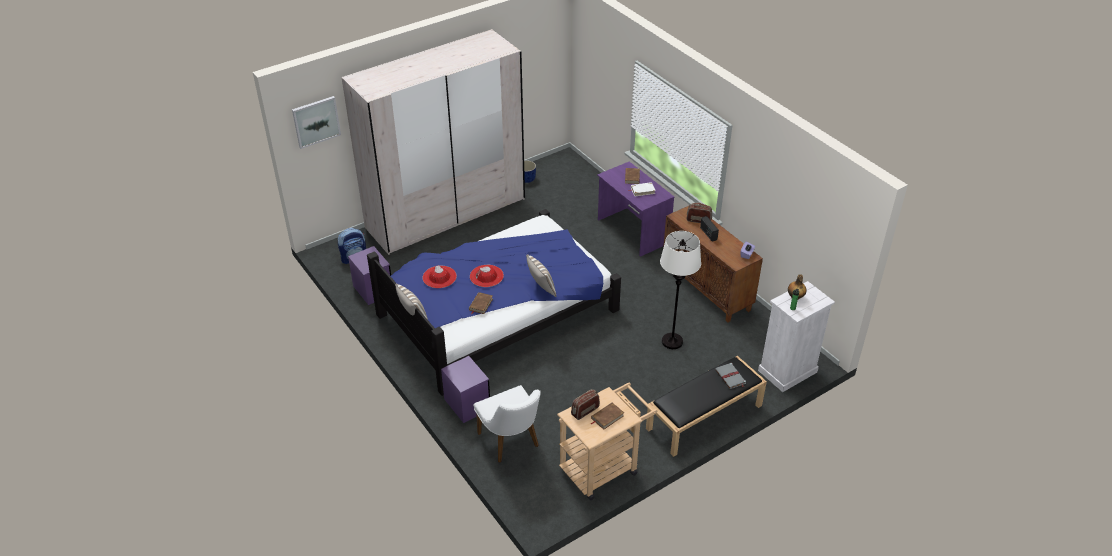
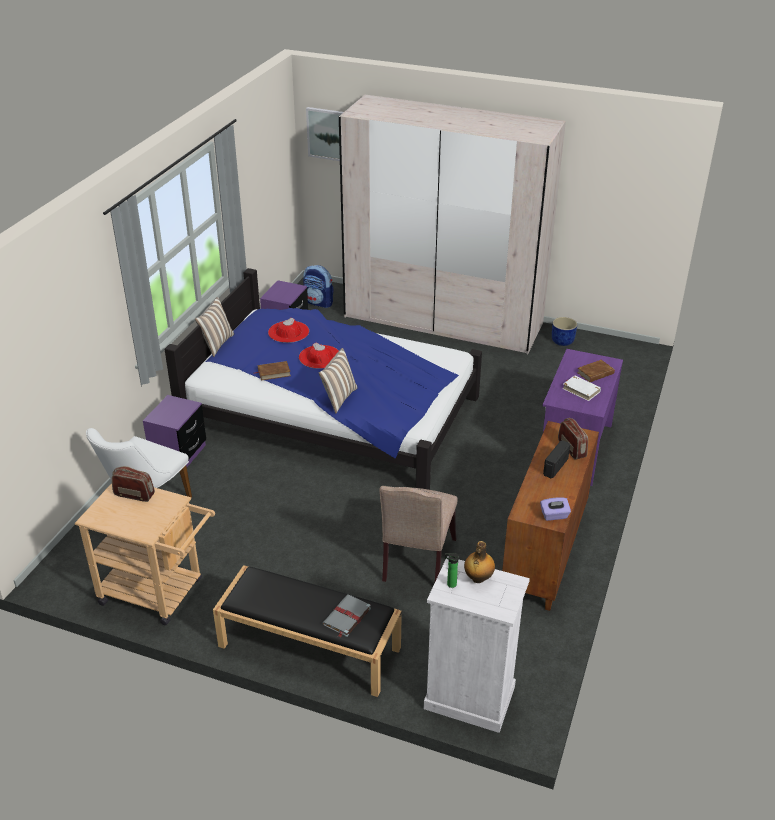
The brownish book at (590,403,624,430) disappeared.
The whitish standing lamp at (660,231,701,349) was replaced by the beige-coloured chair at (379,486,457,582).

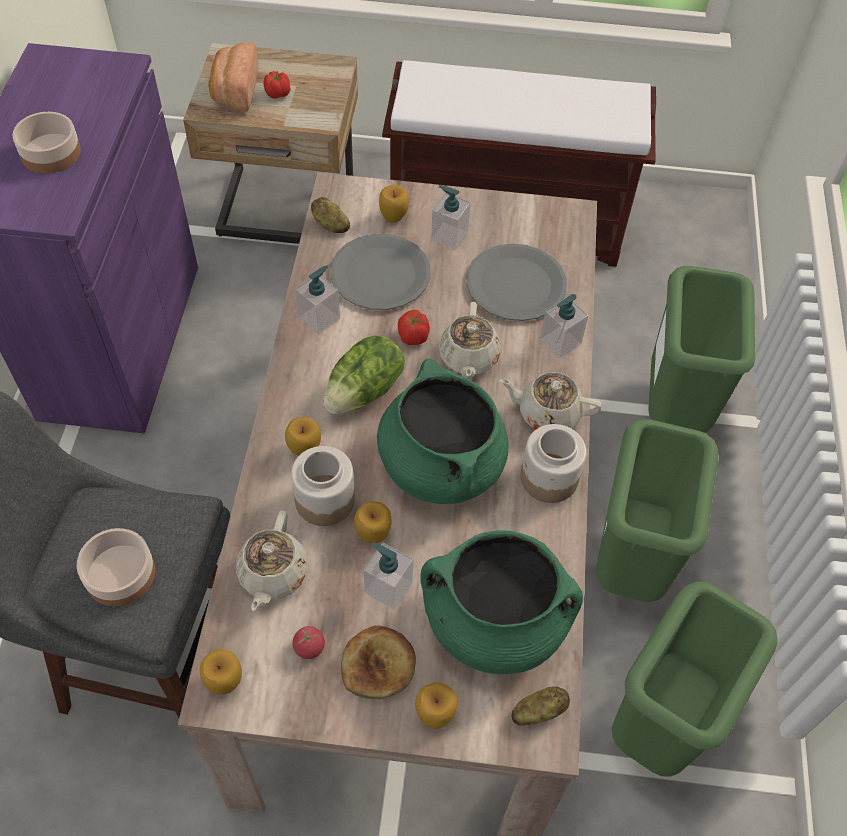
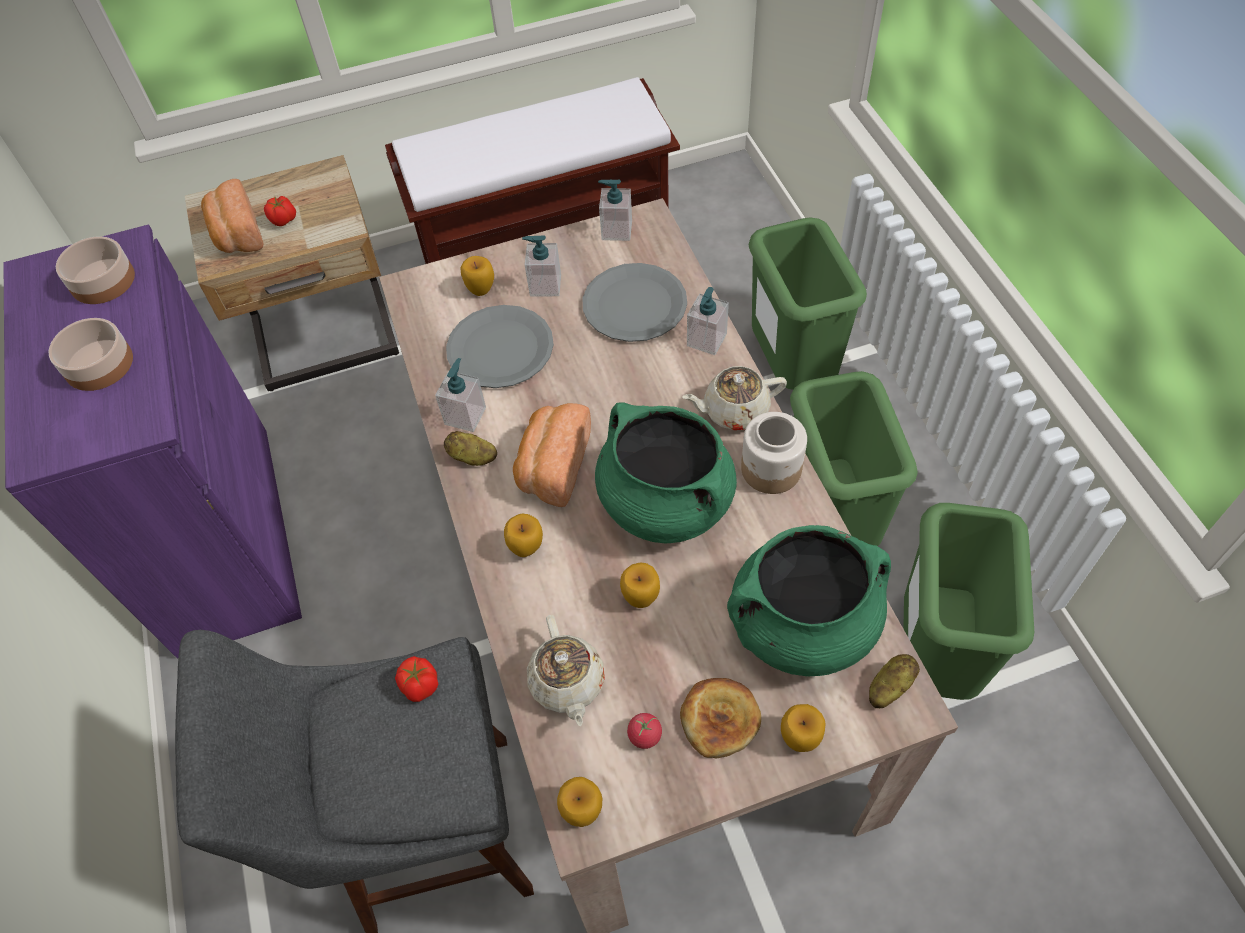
The preserve jar at (291,446,355,526) disappeared.
The beige-coloured tea pot at (439,302,501,378) disappeared.
The deep dish moved from (77,528,155,606) to (56,236,135,304).
The spud moved from (311,197,350,233) to (444,431,497,466).
The soap bottle moved from (363,543,413,610) to (598,180,632,241).
The tomato moved from (398,310,430,345) to (395,656,439,702).
The lettuce at (323,336,405,414) was replaced by the baked bread at (513,403,591,507).

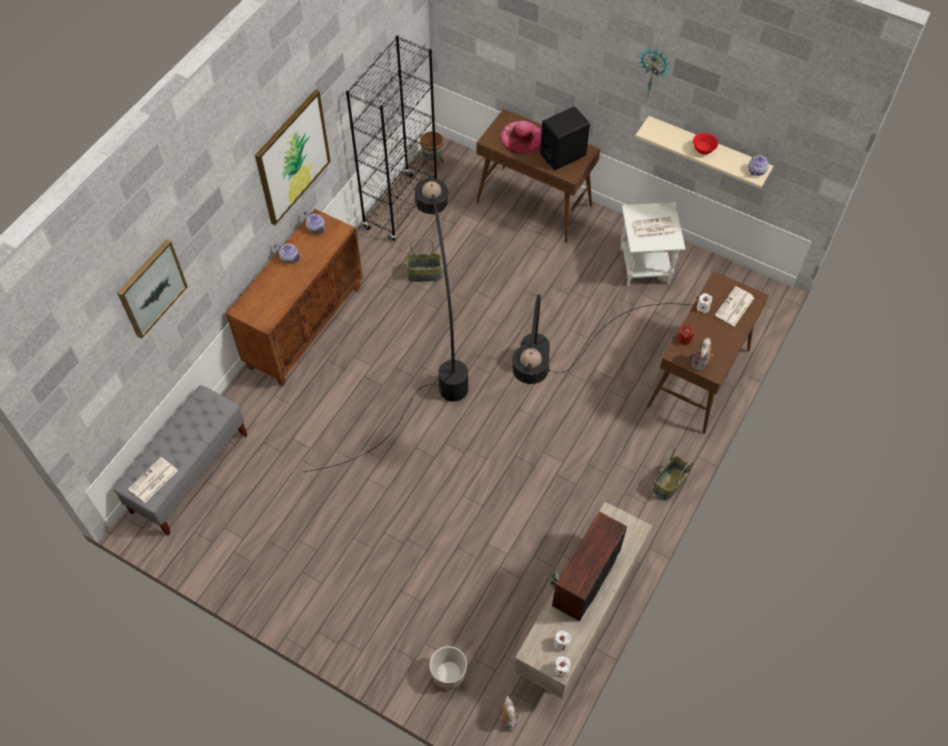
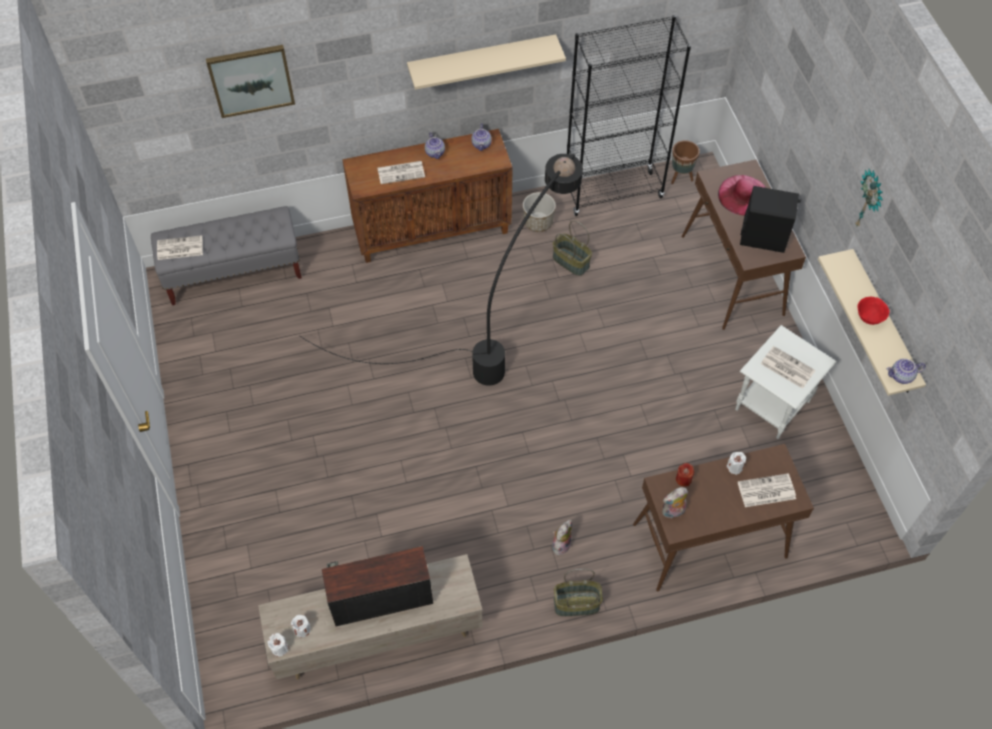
The black-coloured standing lamp at (512,294,691,384) disappeared.
The newspaper at (377,161,425,184) appeared.
The plant pot moved from (429,646,467,690) to (523,192,556,232).
The soft toy moved from (499,696,518,731) to (552,520,572,555).
The wall art at (255,89,331,225) was replaced by the beige-coloured bracket shelf at (407,34,566,90).

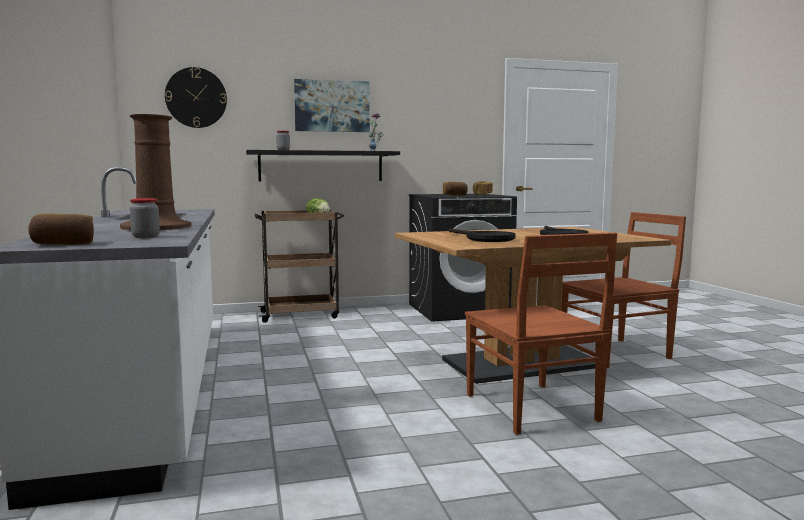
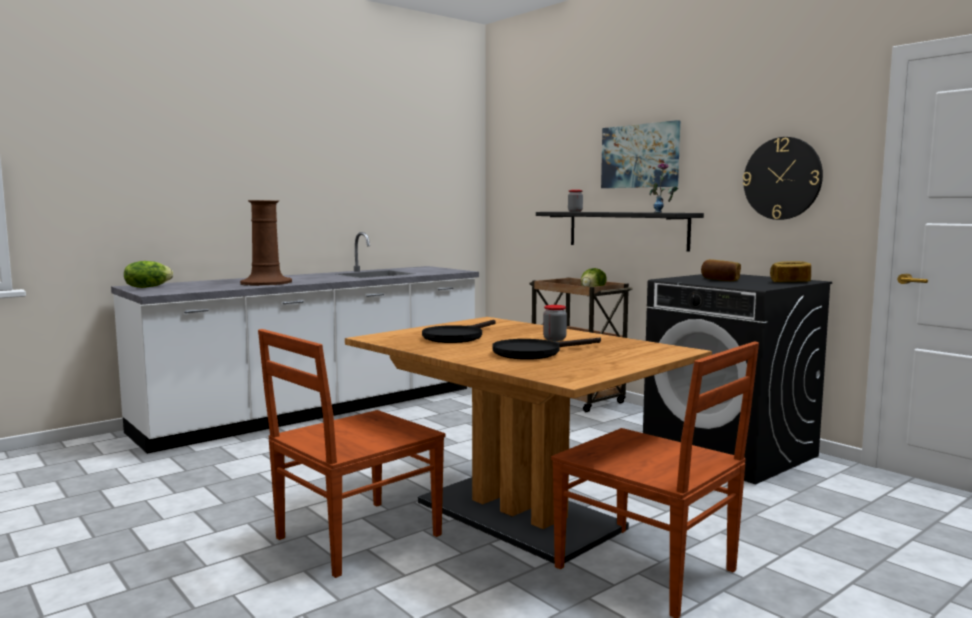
The preserve jar moved from (130,198,160,238) to (543,305,567,341).
The wall clock moved from (165,67,227,128) to (743,137,823,220).
The baked bread at (28,214,94,245) was replaced by the lettuce at (124,261,173,288).

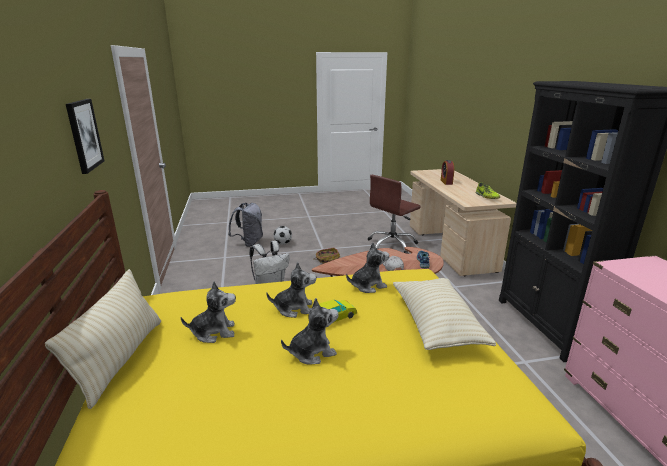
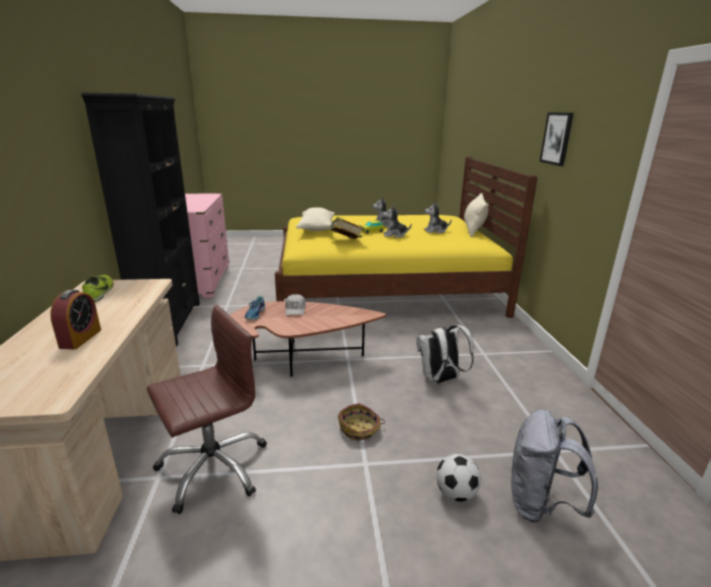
The soft toy at (346,242,389,293) was replaced by the book at (328,217,365,239).

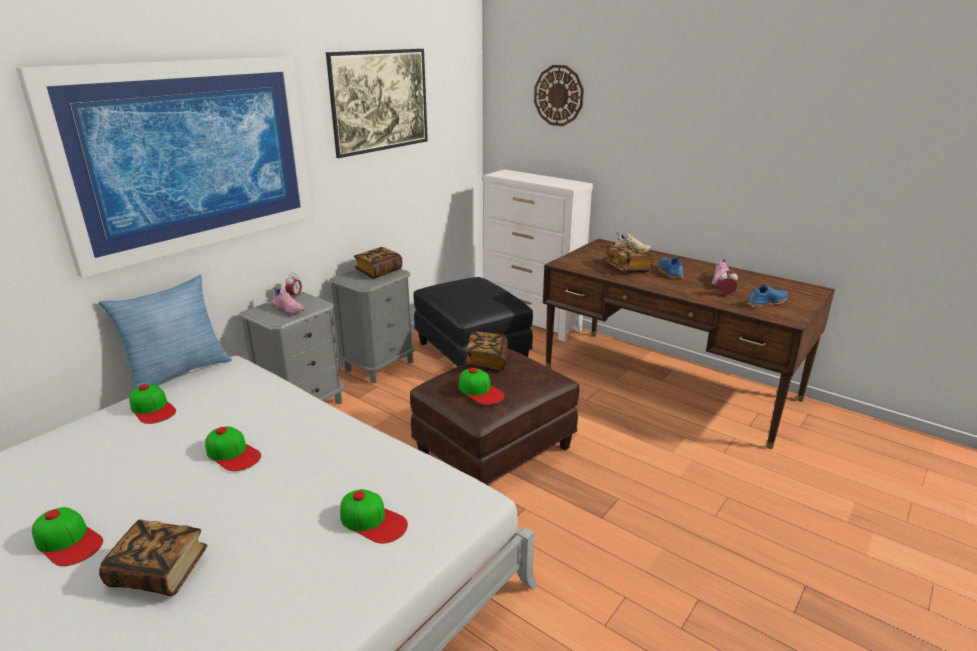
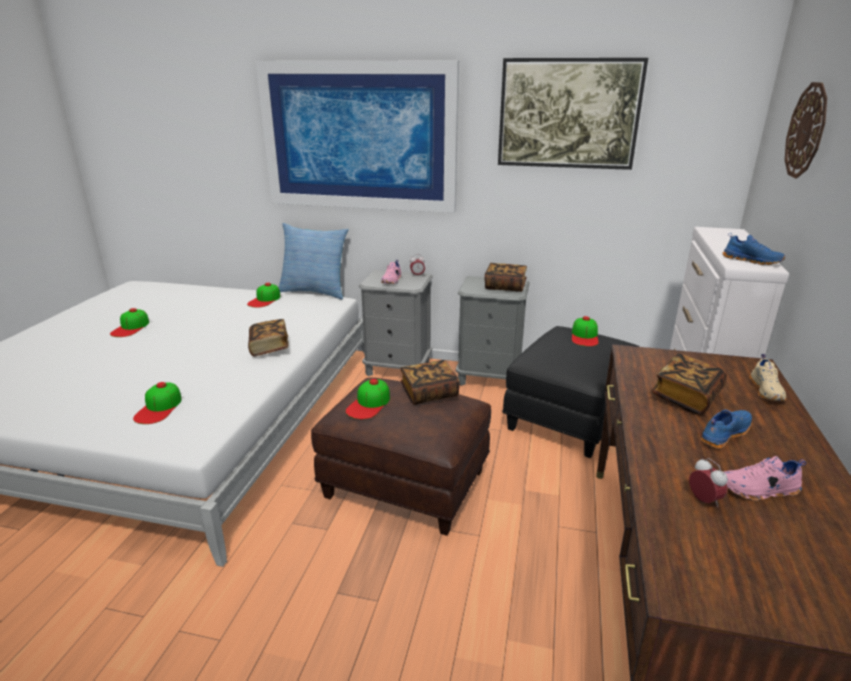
The book moved from (99,520,207,597) to (248,319,289,357).
The cap moved from (205,427,261,471) to (572,316,599,346).
The blue shoe moved from (747,284,788,308) to (723,233,786,265).

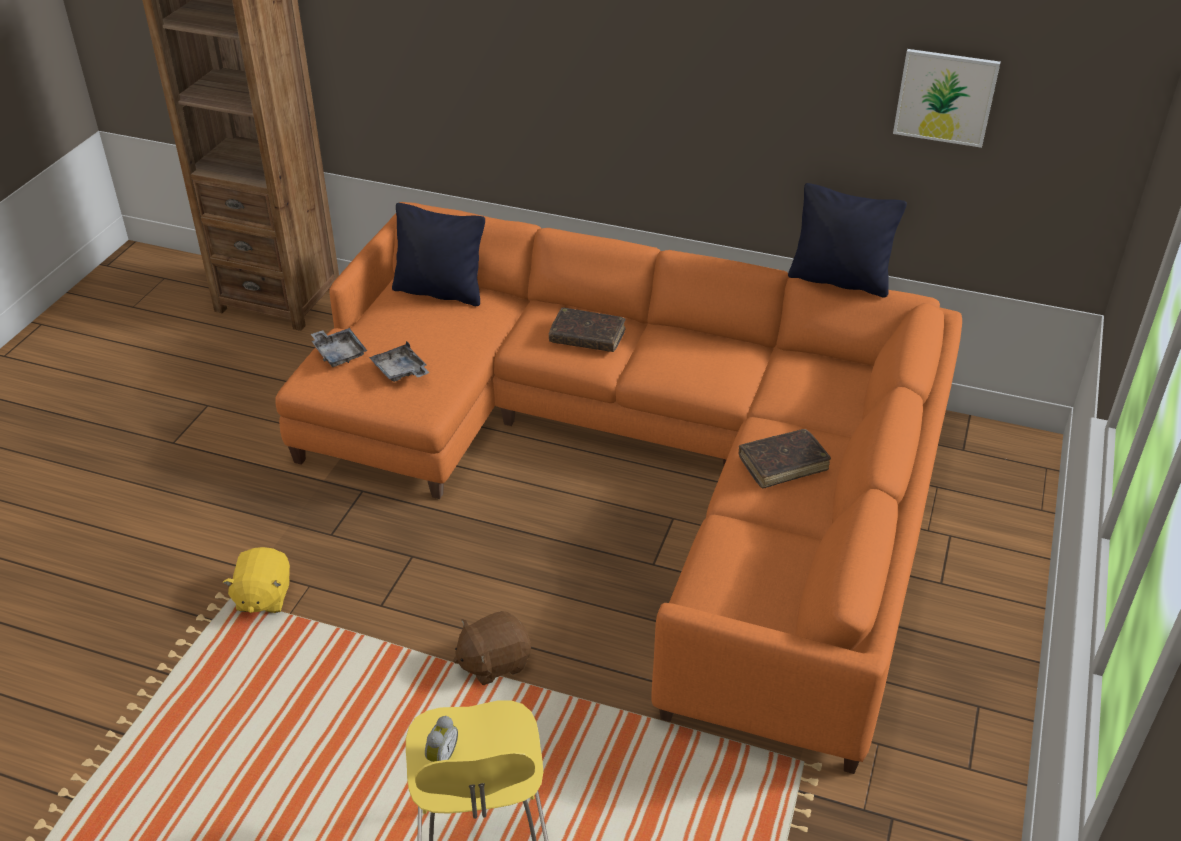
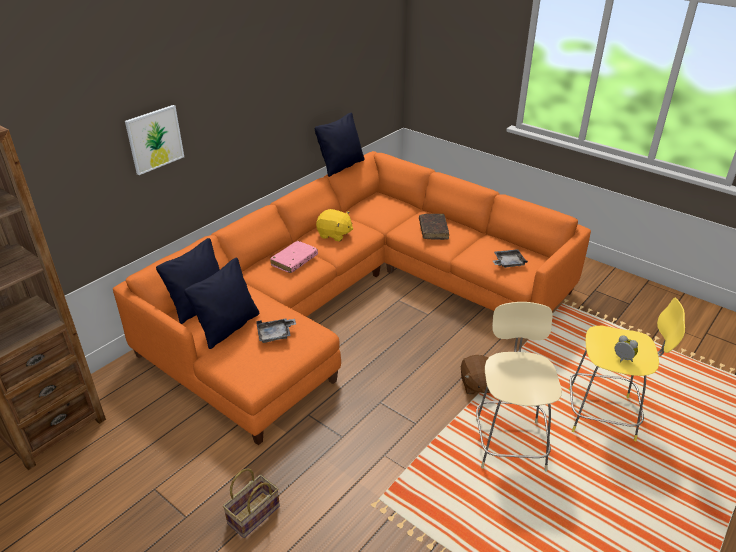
The black-coloured cushion at (184,258,259,349) appeared.
The storage basket at (223,468,280,538) appeared.
The beige-coloured stool seat at (476,302,562,471) appeared.
The yellowish soft toy moved from (223,547,290,613) to (316,209,353,242).
The greyish serving tray moved from (311,328,367,367) to (492,249,528,268).
The wall art moved from (893,49,1000,148) to (125,105,184,175).
The brownish book at (549,307,626,352) became the pinkish book at (270,241,318,273).

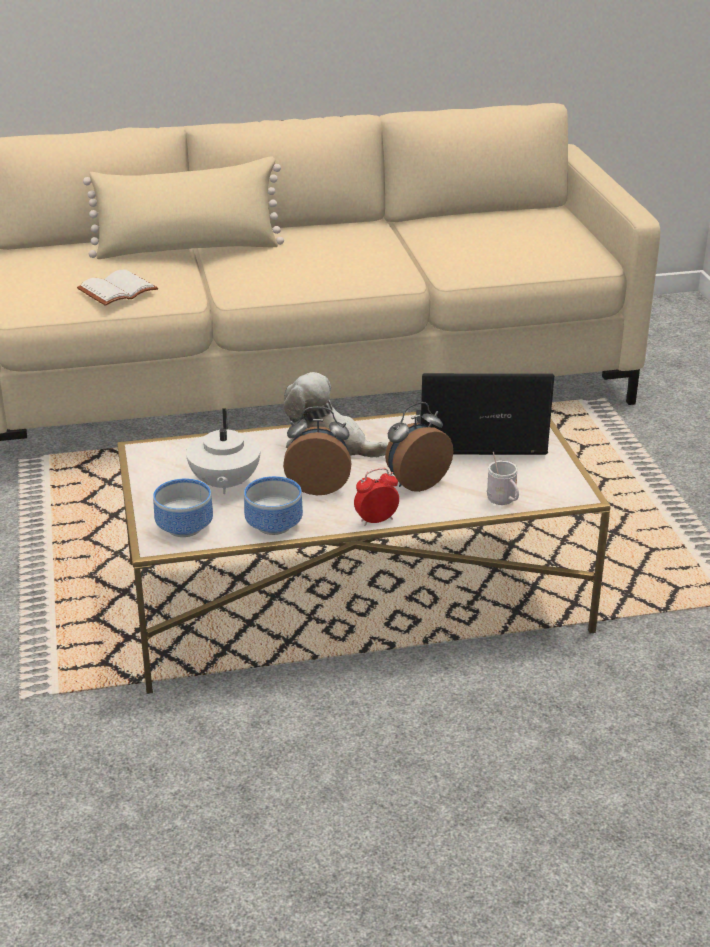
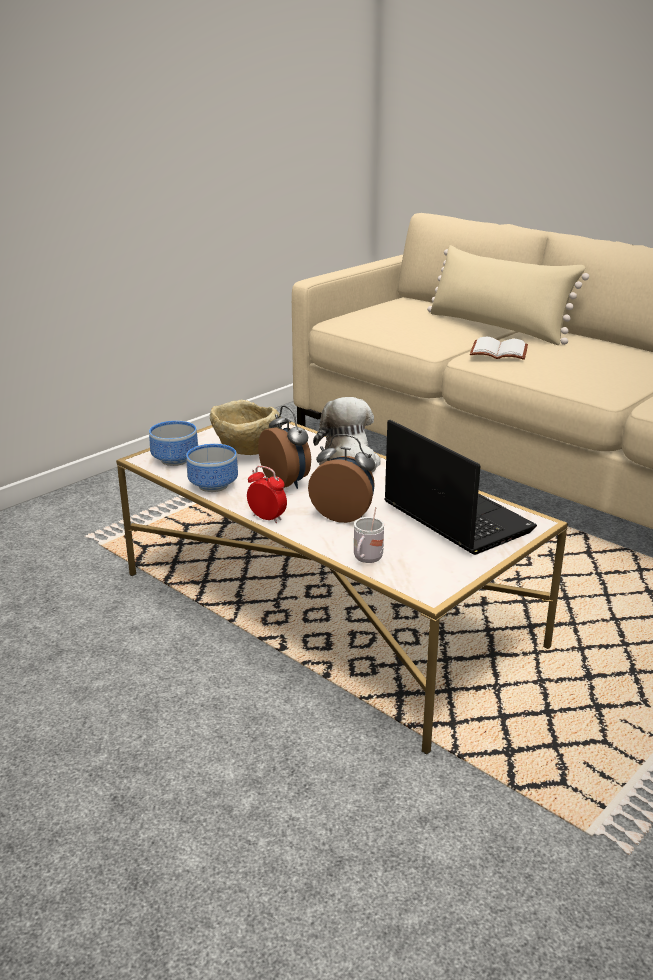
The whitish book moved from (77,269,158,306) to (470,337,528,360).
The whitish tea pot at (186,408,260,494) was replaced by the beige-coloured deep dish at (210,400,282,455).

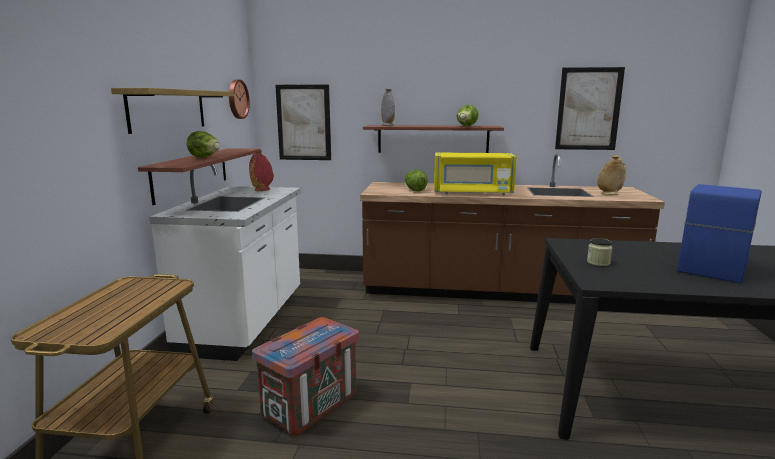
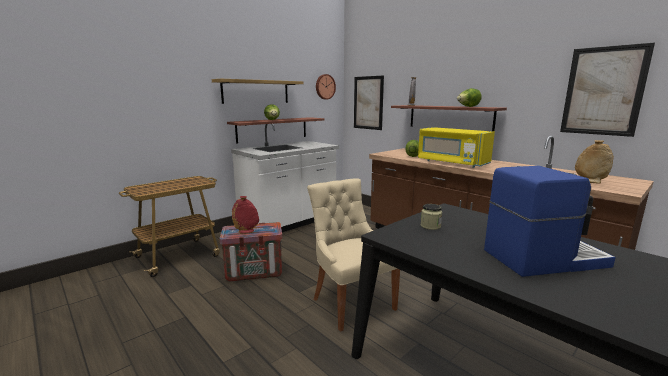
The beige-coloured chair at (307,178,400,332) appeared.
The reddish vase moved from (249,151,274,191) to (232,196,259,234).

